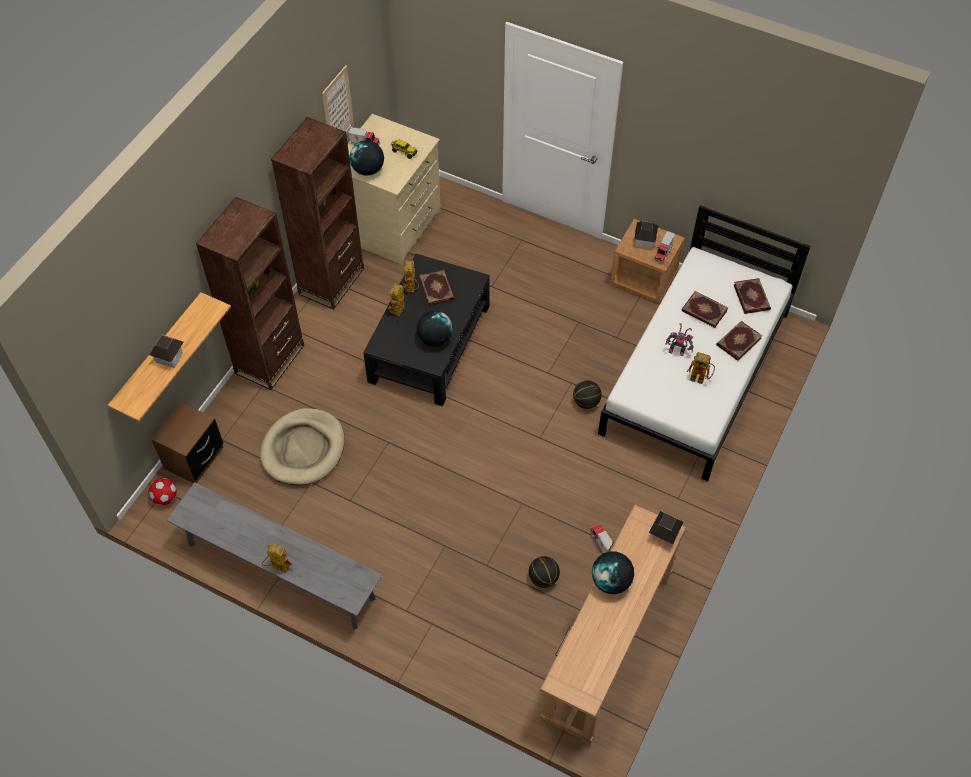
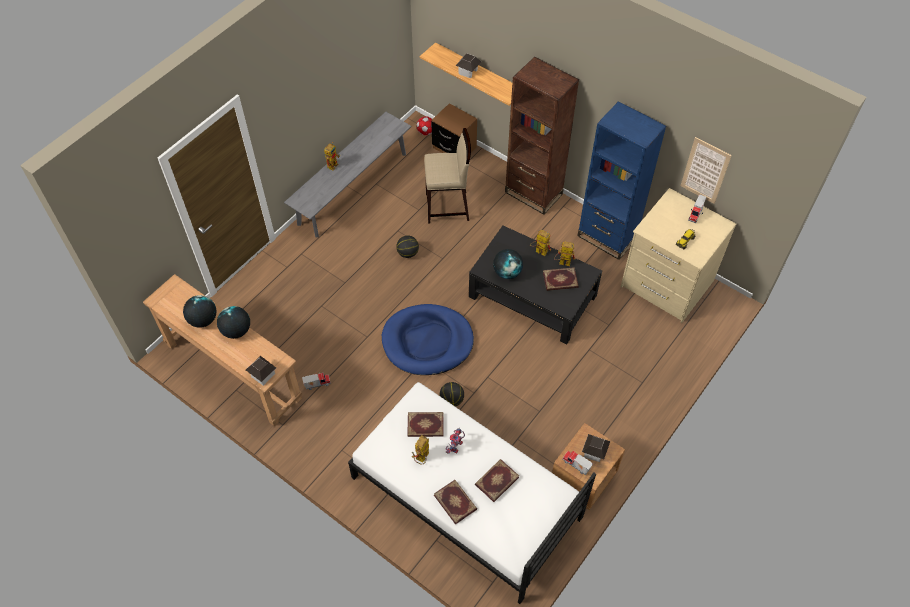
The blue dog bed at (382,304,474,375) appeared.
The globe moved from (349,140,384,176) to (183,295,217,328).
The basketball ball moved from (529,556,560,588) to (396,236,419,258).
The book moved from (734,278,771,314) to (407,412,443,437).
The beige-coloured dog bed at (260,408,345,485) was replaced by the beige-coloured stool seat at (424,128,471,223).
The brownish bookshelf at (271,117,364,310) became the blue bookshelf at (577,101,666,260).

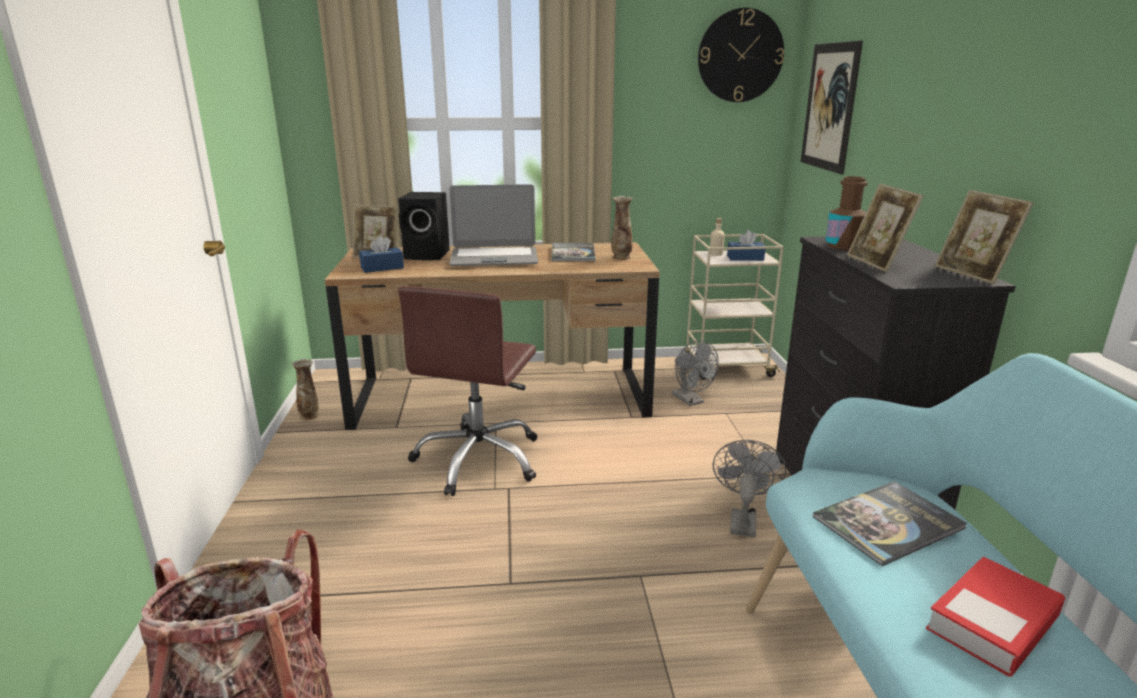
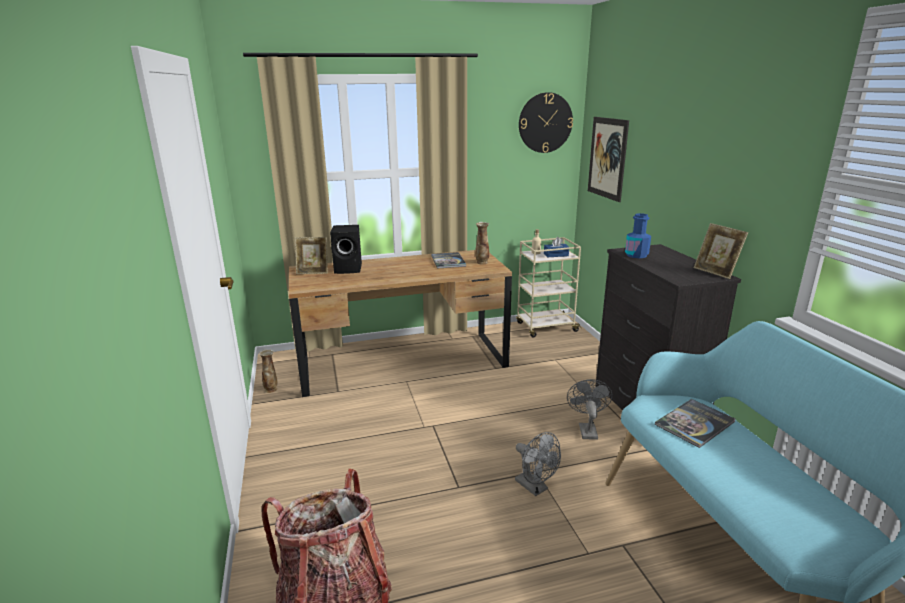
The blue tissue holder at (359,235,404,273) disappeared.
The brownish office chair at (398,286,537,496) disappeared.
The notebook computer at (449,184,538,266) disappeared.
The standing frame at (847,183,924,272) disappeared.
The book at (926,557,1065,677) disappeared.
The greyish cooling fan moved from (672,340,719,406) to (515,432,561,496).
The brownish beverage bottle at (825,176,868,250) became the blue beverage bottle at (625,213,651,258).

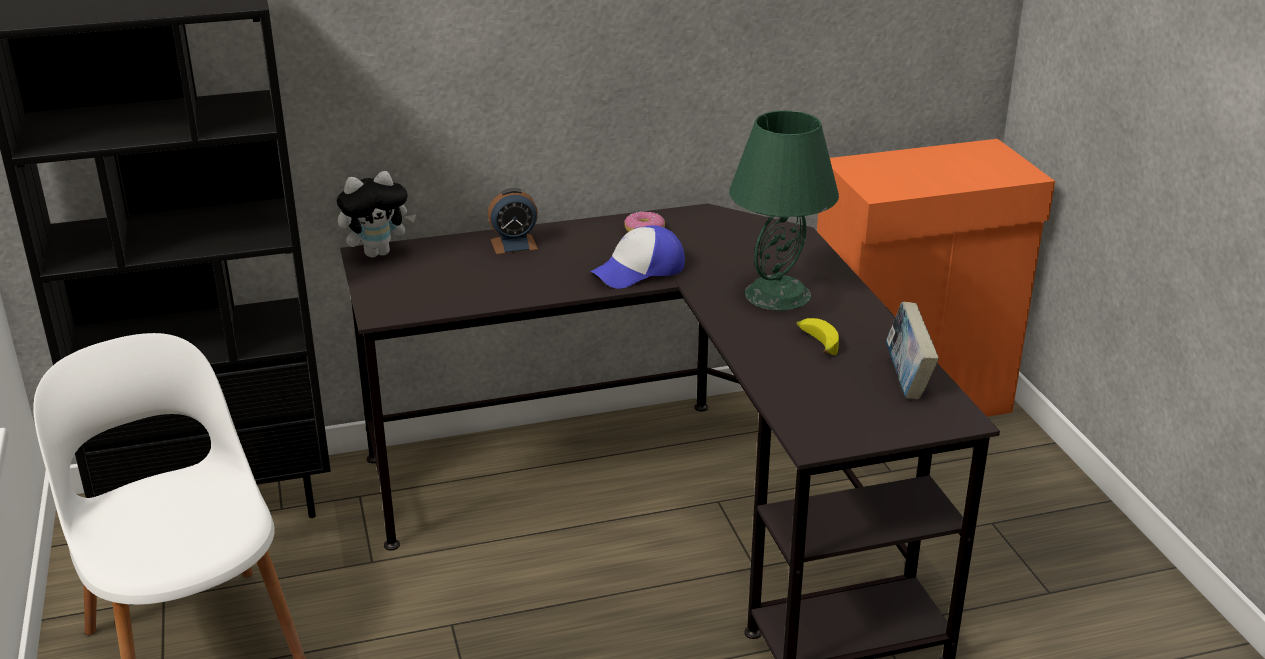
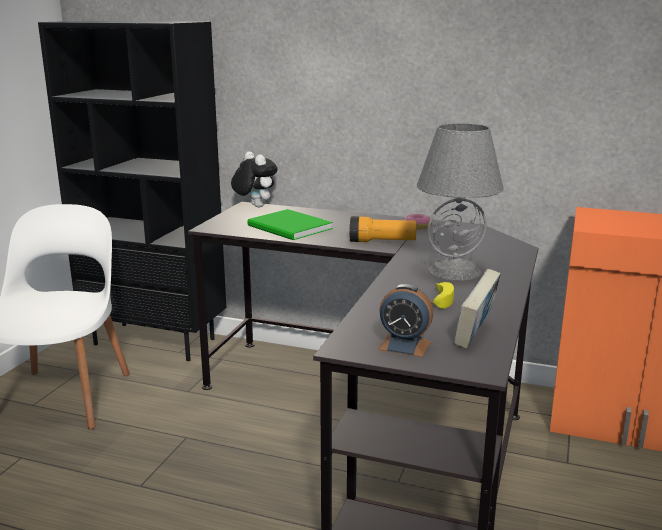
The greenish book at (247,209,333,240) appeared.
The alarm clock moved from (488,188,538,255) to (378,284,433,357).
The cap at (590,225,685,289) was replaced by the flashlight at (349,216,417,242).
The greenish lamp for a table at (729,110,839,311) became the greyish lamp for a table at (417,123,504,281).
The soft toy at (337,171,416,258) turned 135 degrees counterclockwise.

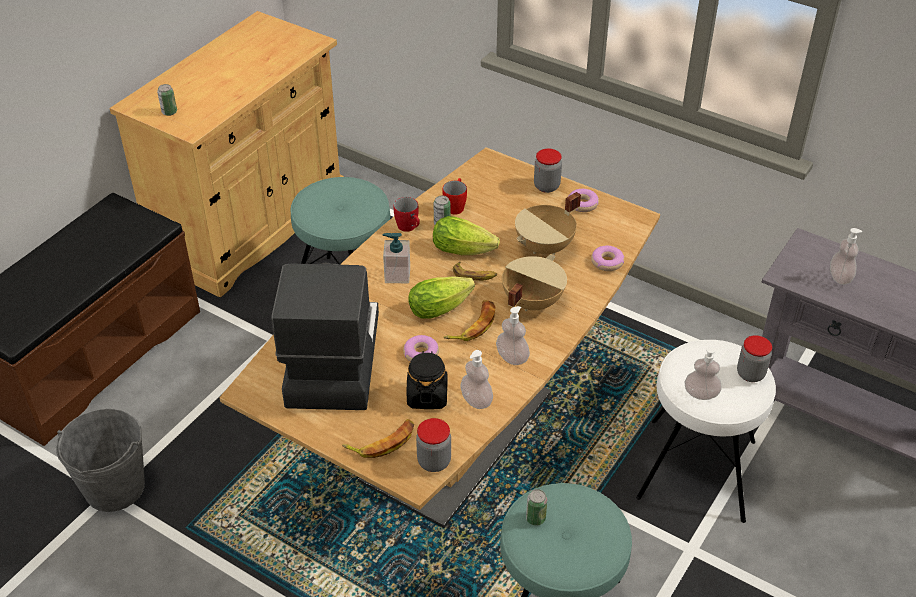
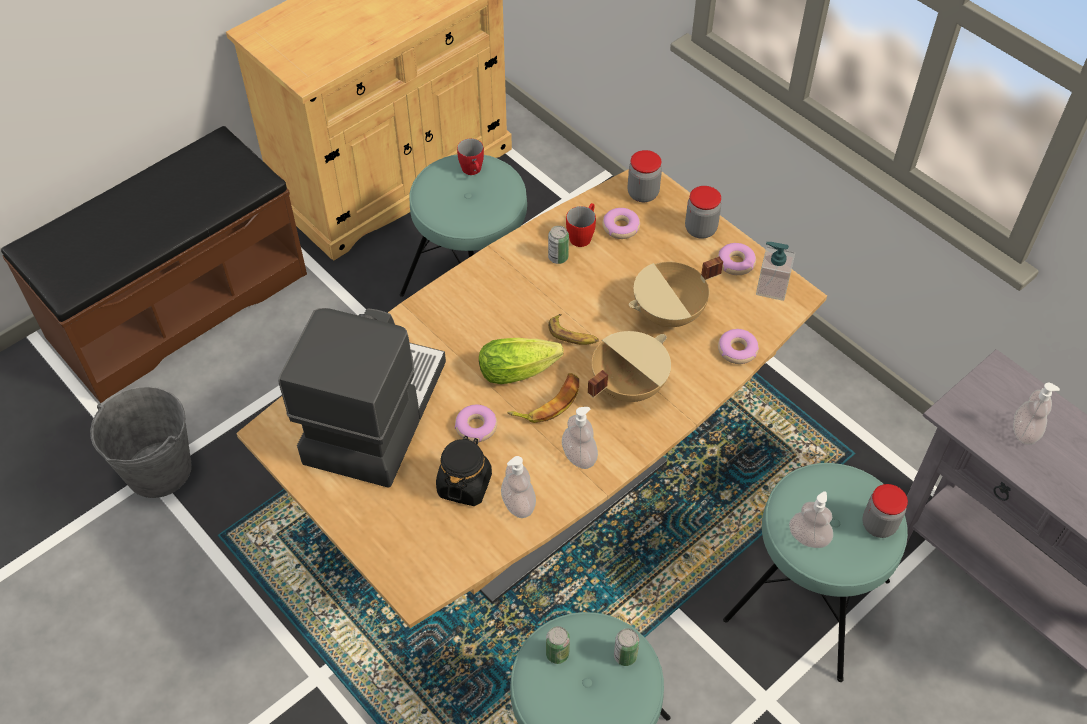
The banana fruit at (342,419,414,458) disappeared.
The lettuce at (433,216,500,255) disappeared.
The donut at (603,208,640,239) appeared.
The sealed can moved from (157,84,177,116) to (614,628,639,666).
The soap bottle moved from (383,233,410,283) to (756,242,795,301).
The reddish tea mug moved from (393,197,420,232) to (457,138,484,175).
The preserve jar moved from (416,418,451,472) to (628,150,662,202).
The whitish stool seat at (636,340,776,523) became the turquoise-coloured stool seat at (723,463,908,682).

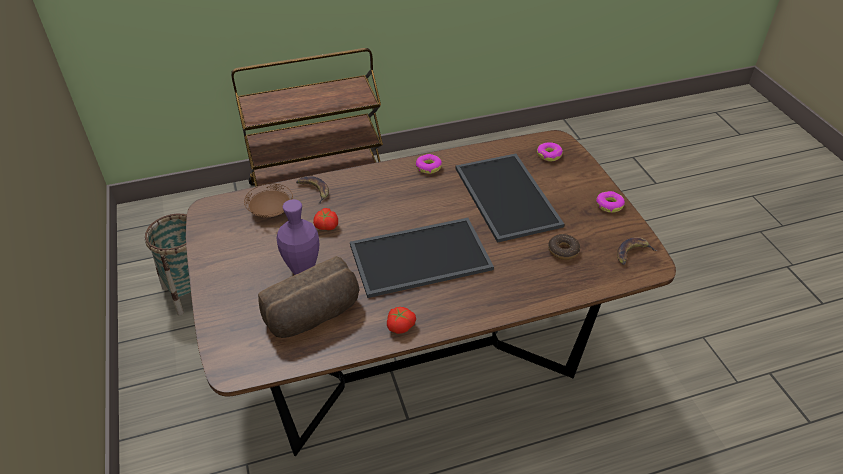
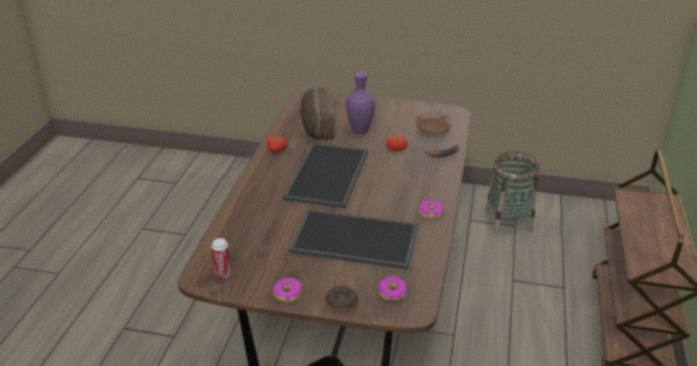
The donut moved from (548,234,580,260) to (325,285,358,312).
The banana fruit at (617,237,657,265) was replaced by the sealed can at (211,238,231,279).

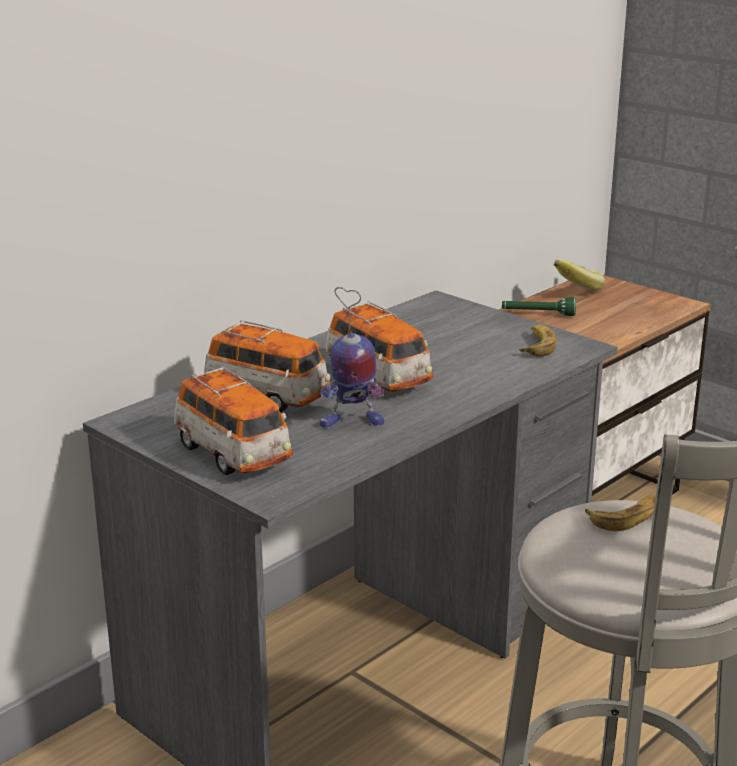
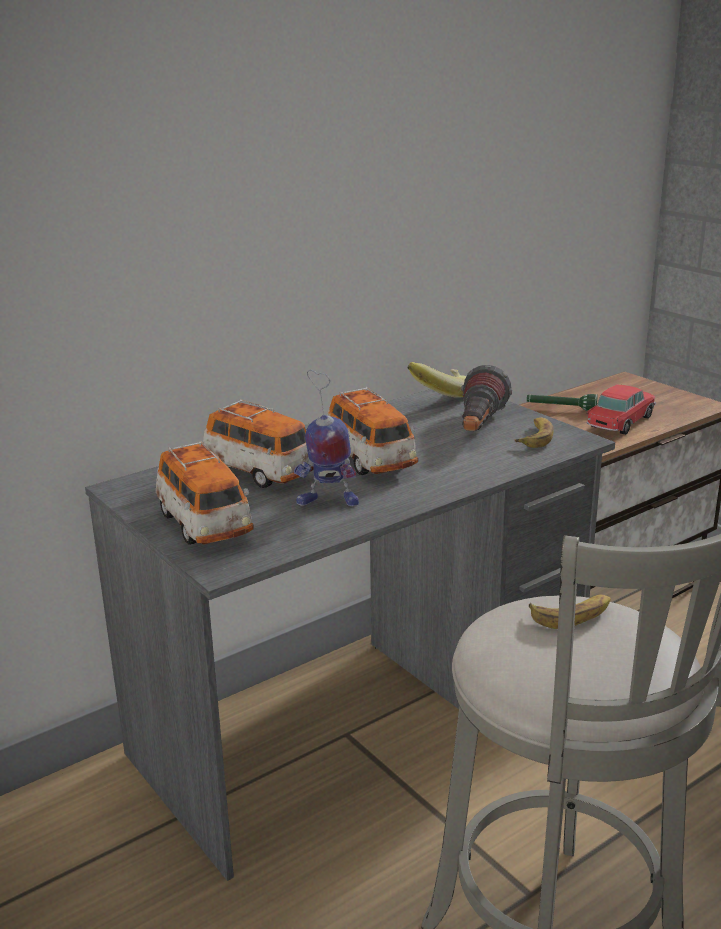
The flashlight at (461,365,512,431) appeared.
The model car at (587,385,656,435) appeared.
The banana fruit moved from (554,260,605,291) to (407,362,466,398).

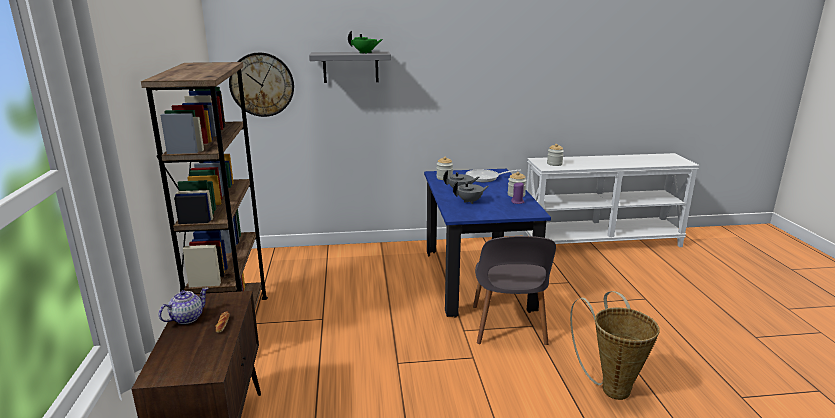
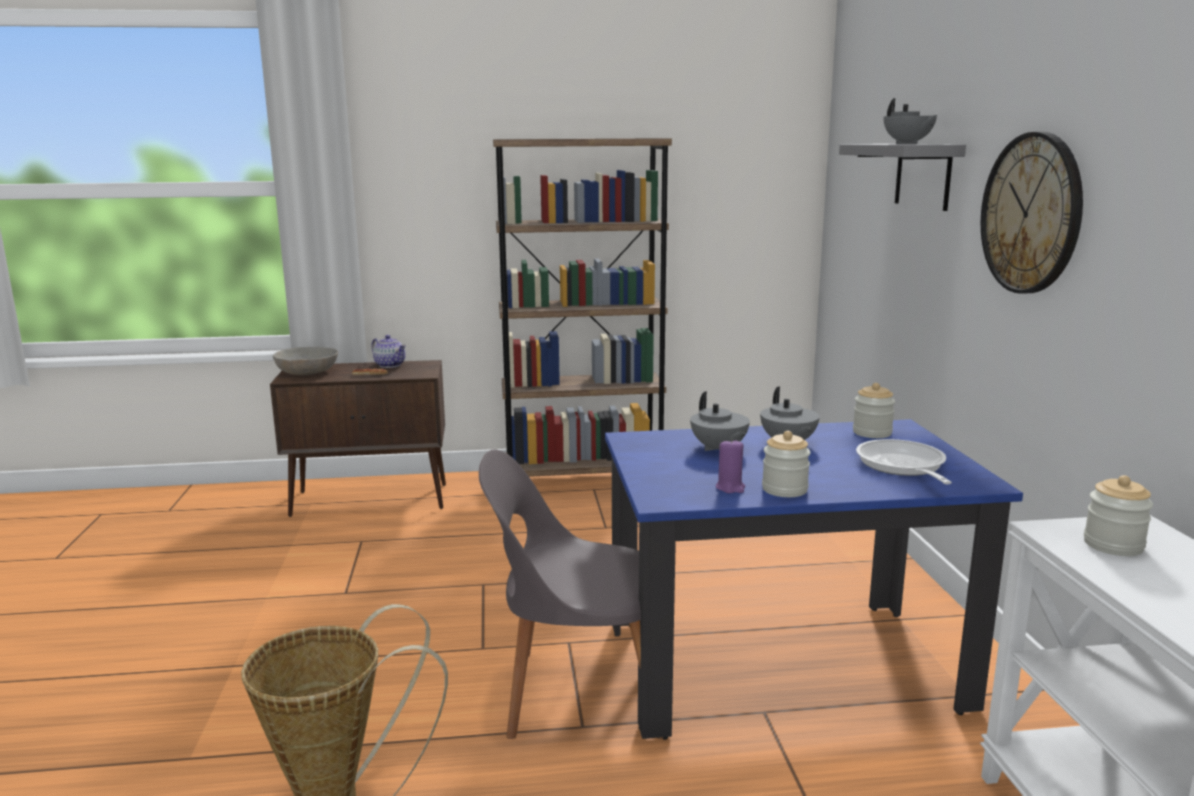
The greyish deep dish at (273,347,338,375) appeared.
The wall clock moved from (229,53,294,117) to (981,132,1083,294).
The greenish tea pot at (348,31,383,54) became the greyish tea pot at (884,98,938,144).

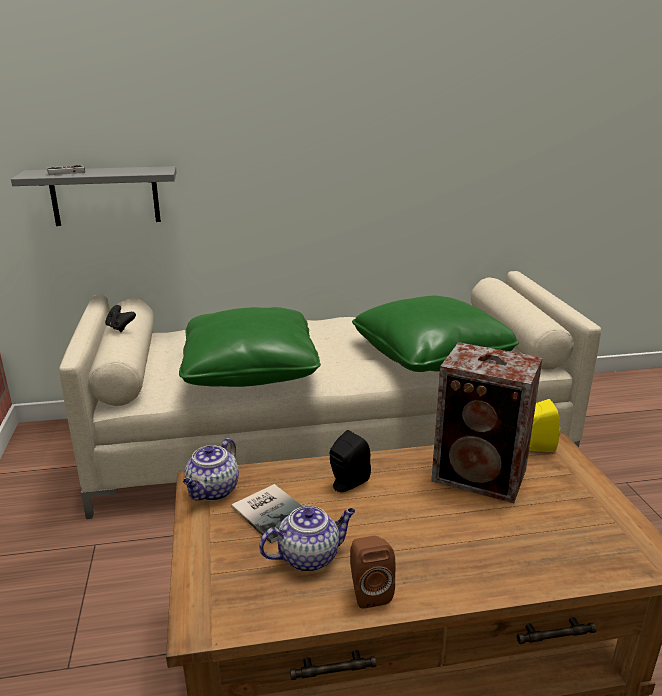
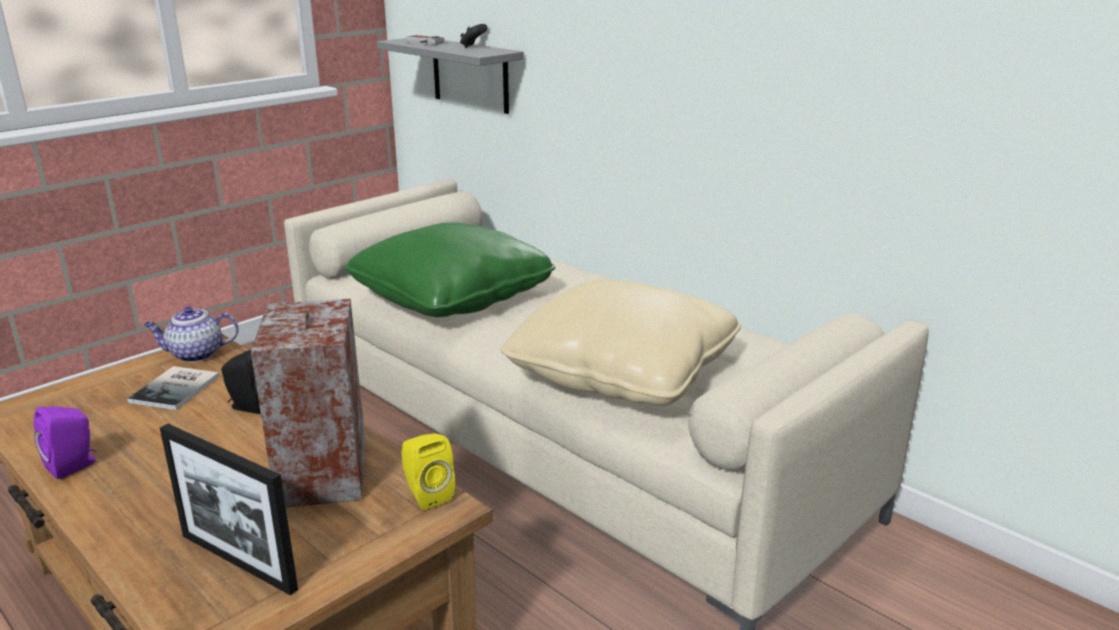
The tea pot at (259,506,355,572) disappeared.
The standing frame at (160,424,298,595) appeared.
The black-coloured joypad moved from (105,305,136,332) to (460,24,488,48).
The brownish loudspeaker at (350,536,396,609) became the purple loudspeaker at (34,406,97,479).
The greenish cushion at (352,296,519,372) became the beige-coloured cushion at (500,279,741,406).

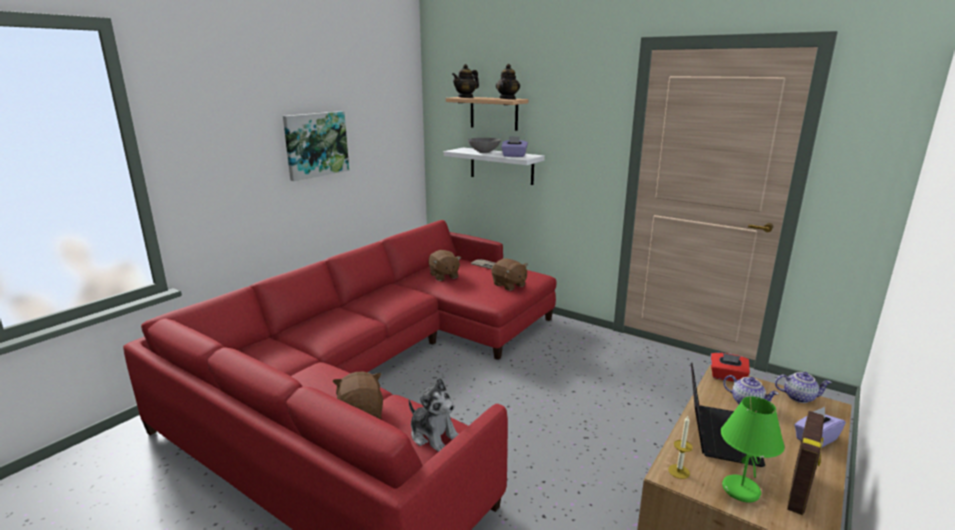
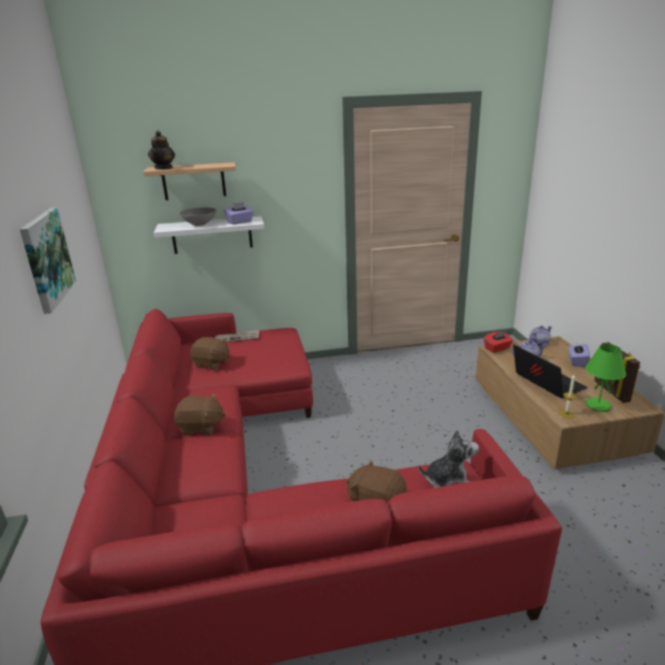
The tea pot at (496,64,520,99) disappeared.
The brownish soft toy moved from (492,258,528,291) to (174,393,226,436).

